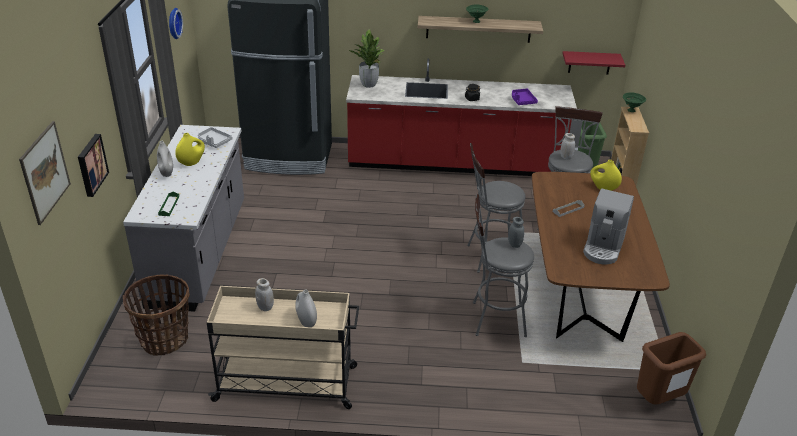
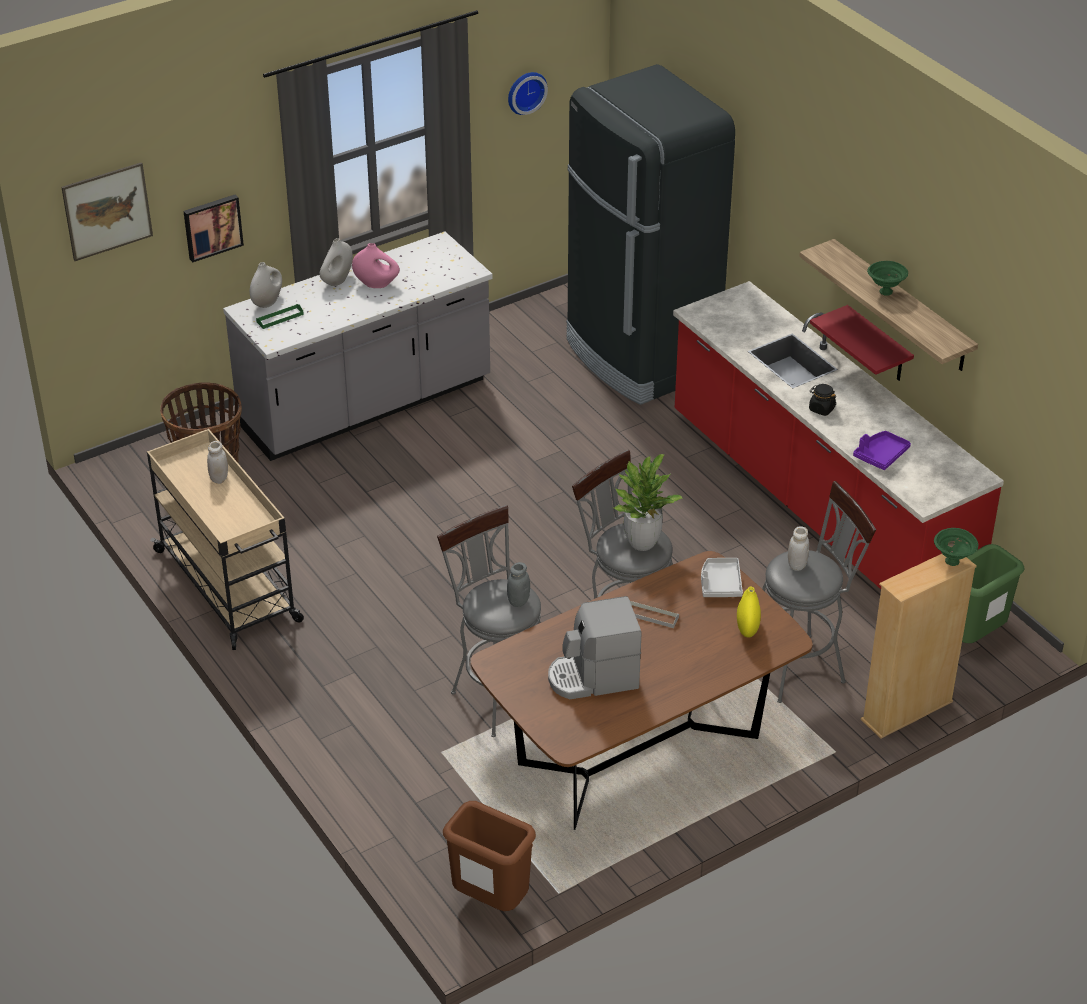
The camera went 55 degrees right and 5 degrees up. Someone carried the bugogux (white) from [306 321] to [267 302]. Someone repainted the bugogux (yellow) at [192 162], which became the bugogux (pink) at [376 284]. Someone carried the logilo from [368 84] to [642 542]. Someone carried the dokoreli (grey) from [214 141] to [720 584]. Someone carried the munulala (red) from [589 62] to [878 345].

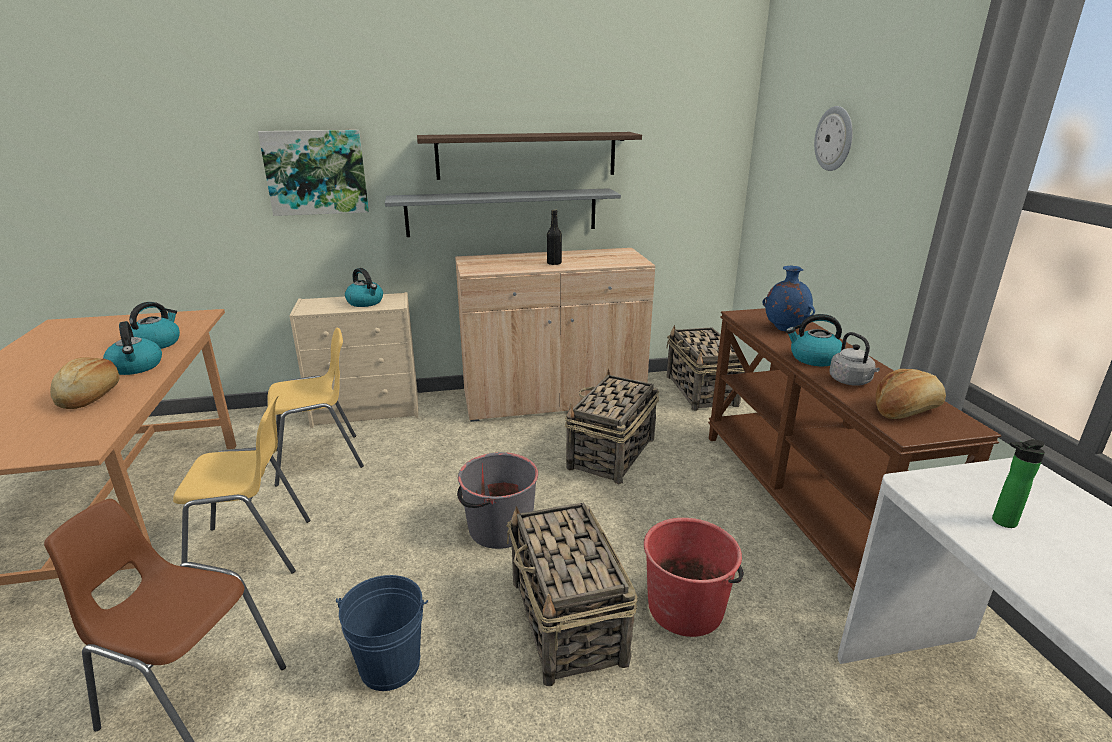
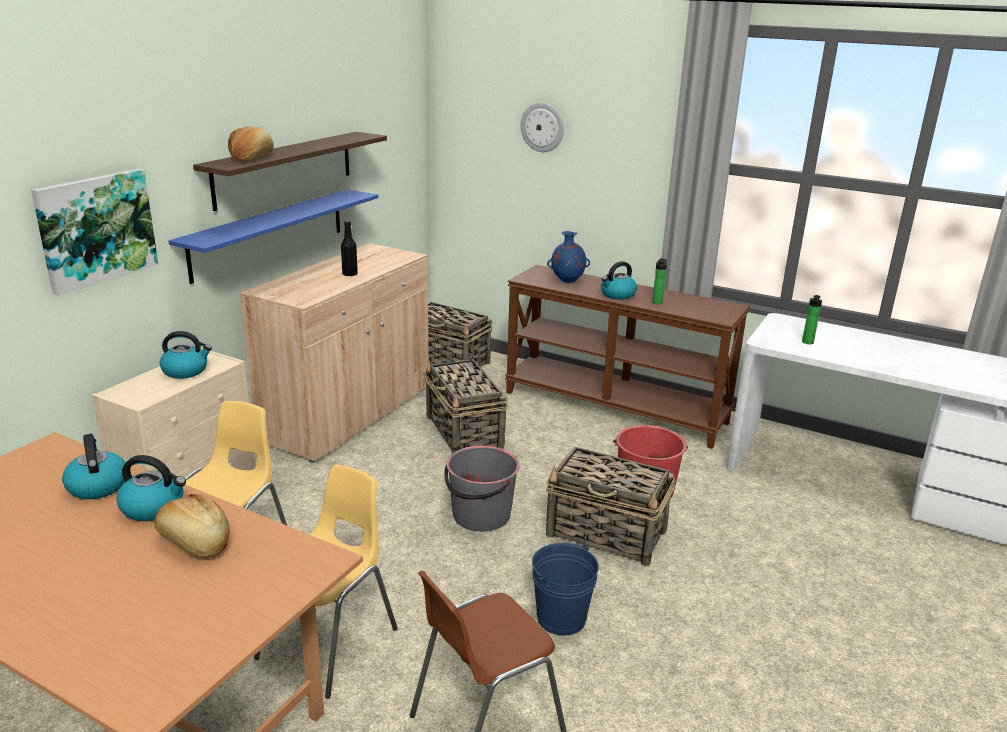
The camera went 50 degrees left and 0 degrees up. Someone repainted the munulala (grey) at [502 212], which became the munulala (blue) at [269 233]. Someone carried the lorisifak from [906 410] to [252 158]. Someone swapped the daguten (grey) at [851 382] for the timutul at [657 302].

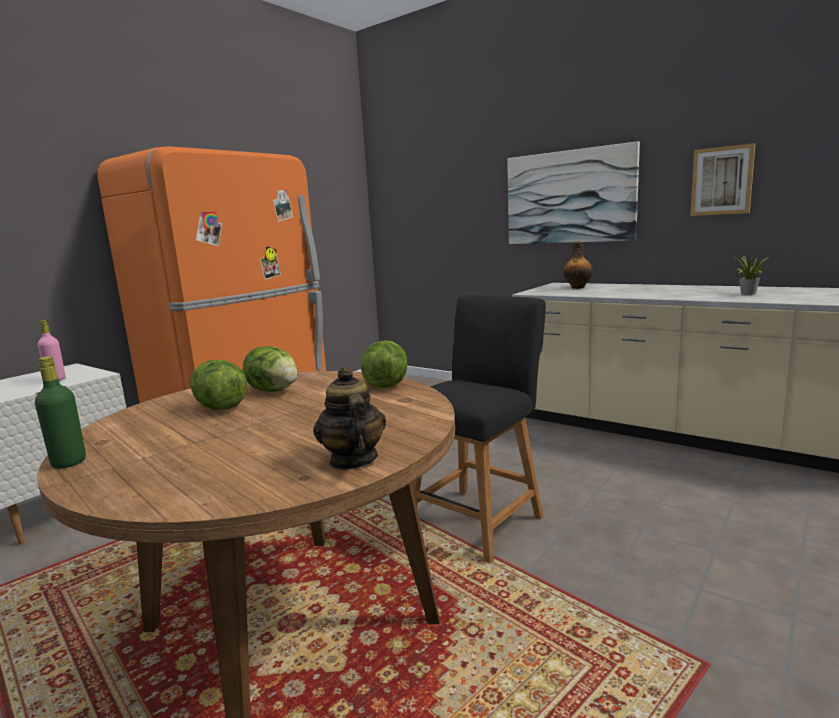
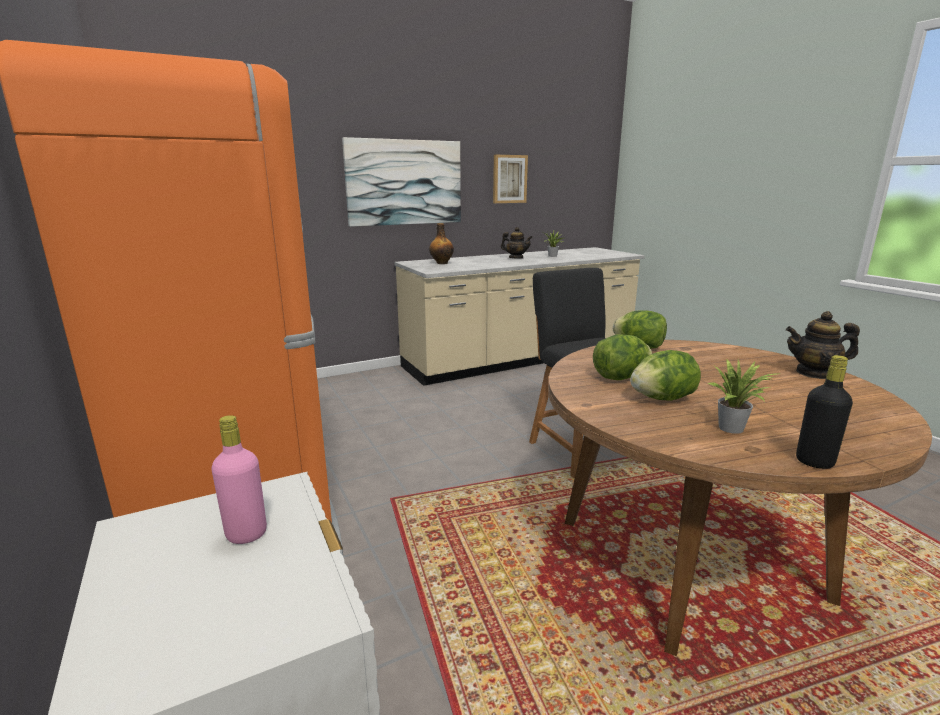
The camera went 65 degrees left and 5 degrees up. Someone put down the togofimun at [516 258]. Someone put down the logilo at [734 429]. Someone repainted the timutul (green) at [69 462], which became the timutul (black) at [814 462].

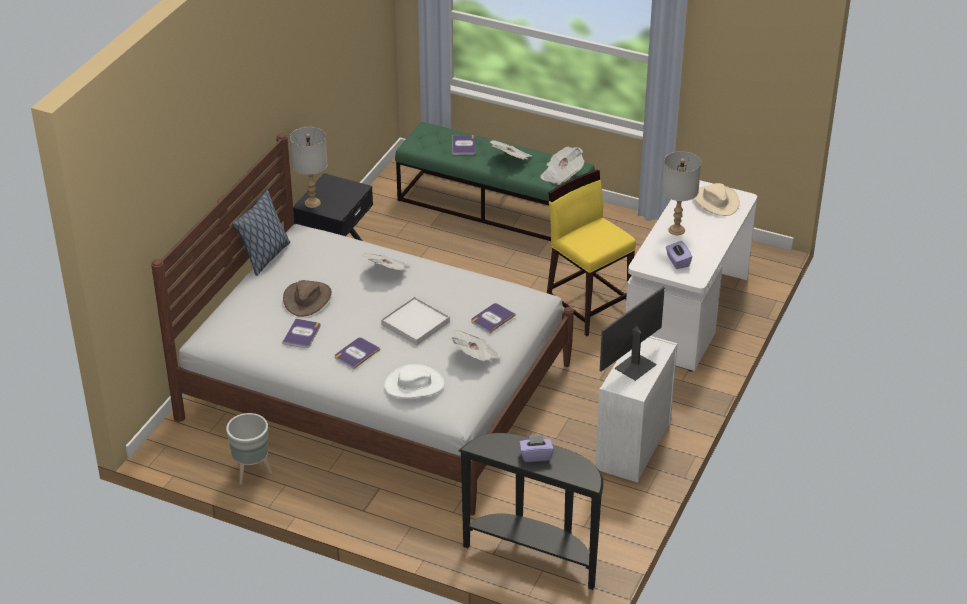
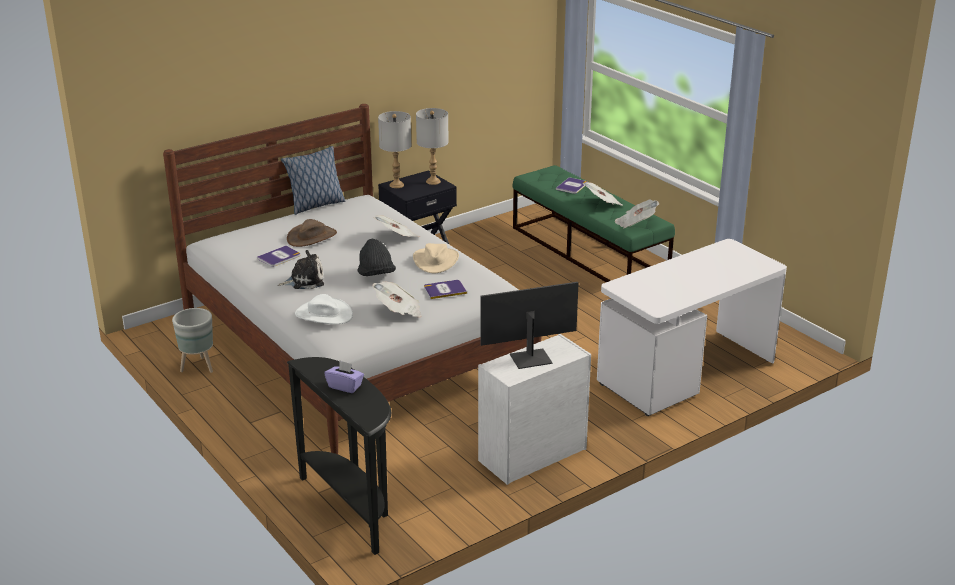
The camera went 30 degrees right and 10 degrees down. Someone swapped the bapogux at [356 353] for the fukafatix at [304 281]. Someone swapped the dokoreli (white) at [415 323] for the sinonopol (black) at [376 275]. Someone carried the sinonopol (beige) from [715 201] to [435 260]. Someone carried the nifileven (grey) from [676 230] to [433 181]. Someone took away the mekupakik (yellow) at [588 308]. Someone took away the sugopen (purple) at [677 261].

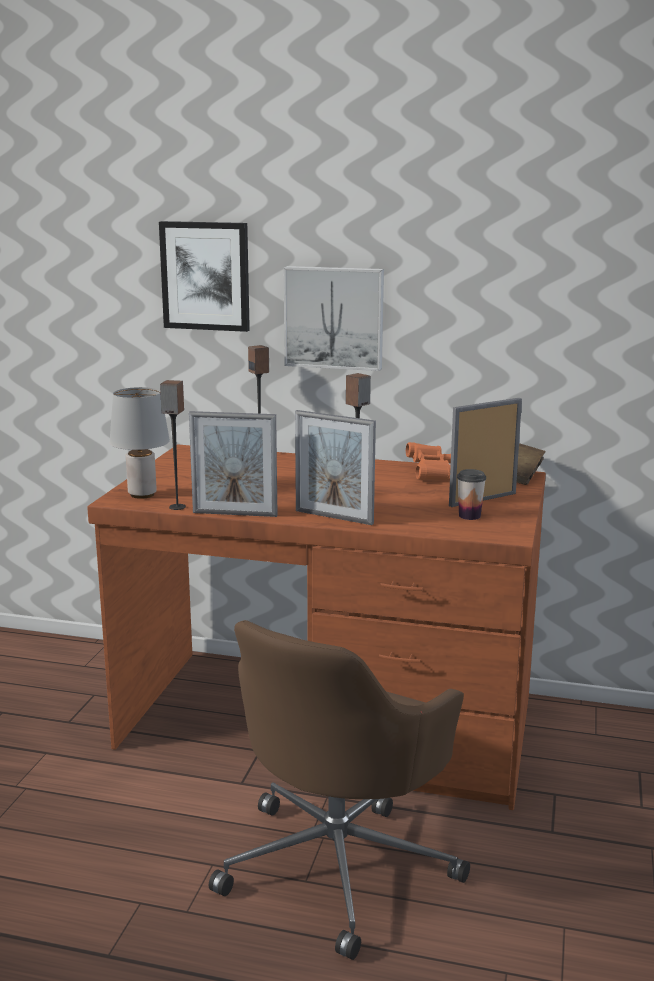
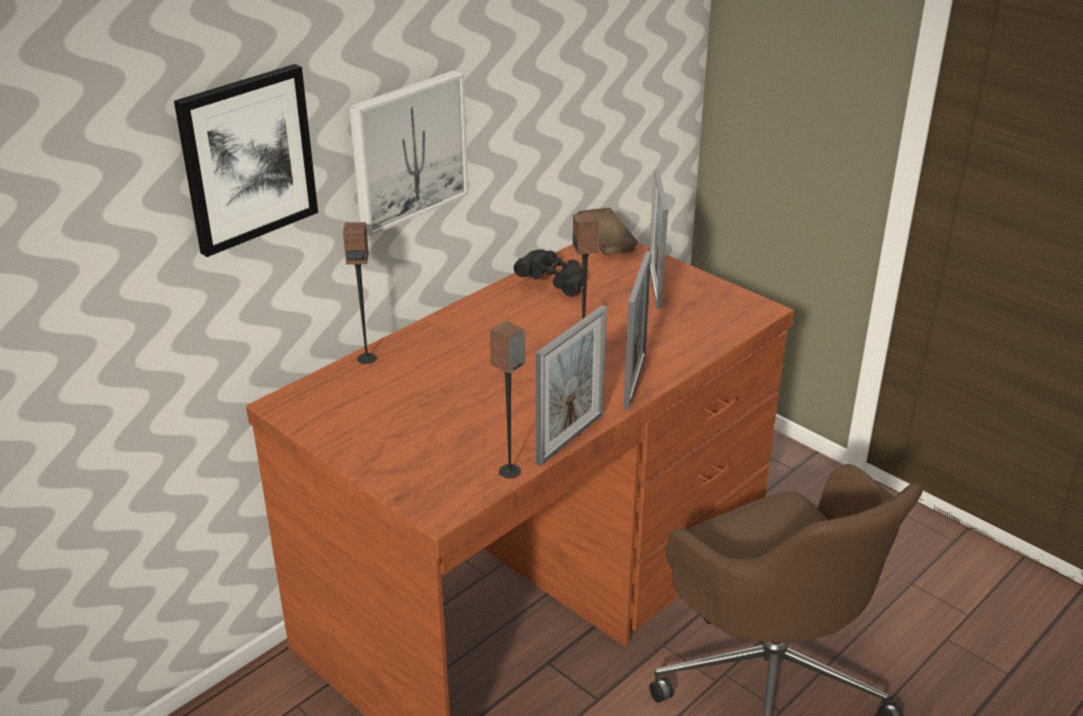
The camera went 60 degrees left and 15 degrees up. Someone repainted the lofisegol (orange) at [432 474], which became the lofisegol (black) at [553 283]. Someone rotated the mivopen at [334 517] by 45 degrees counterclockwise. Someone took away the nifileven (grey) at [141 494]. Someone took away the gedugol at [469 516].

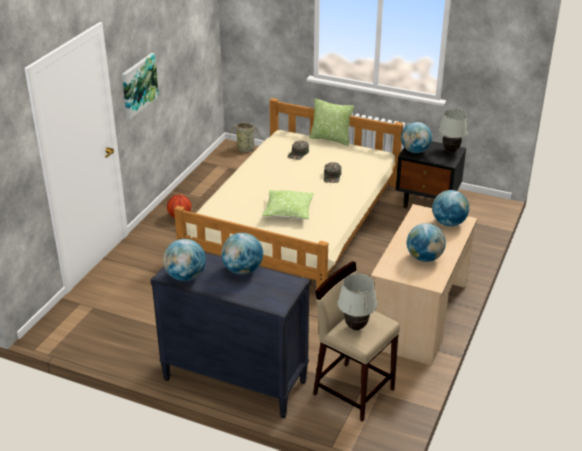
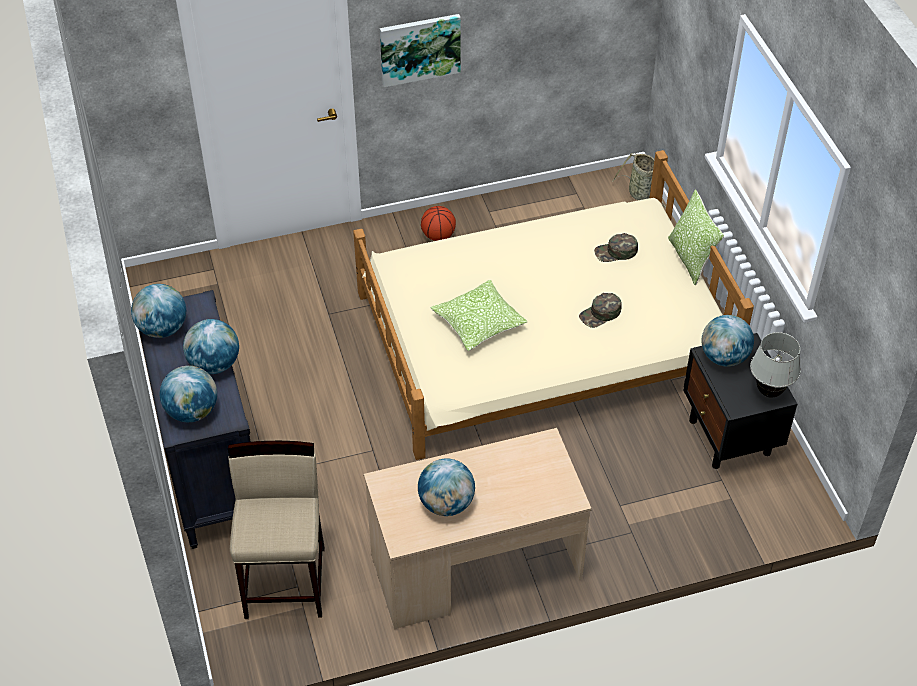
The camera went 50 degrees right and 15 degrees up. Someone carried the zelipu from [448 223] to [192 411]. Someone took away the nifileven (white) at [356 327].

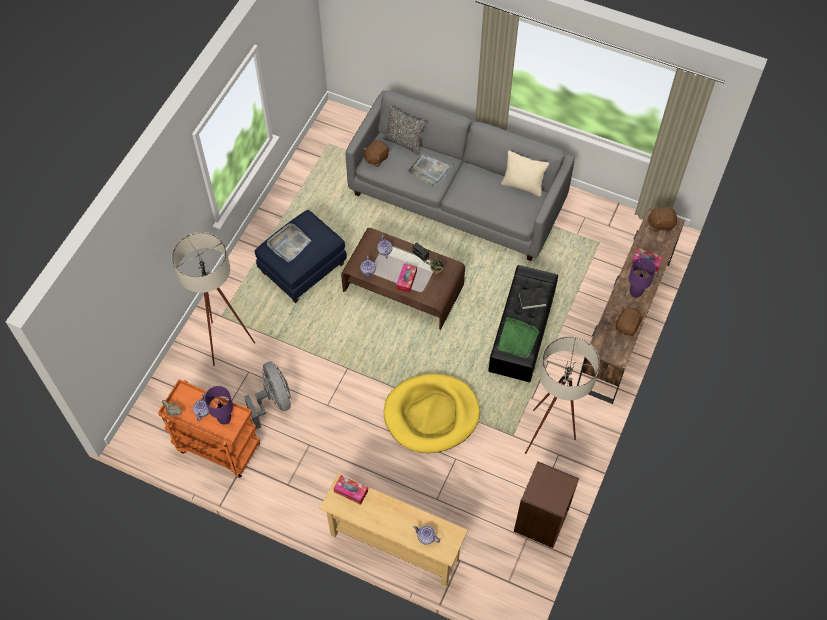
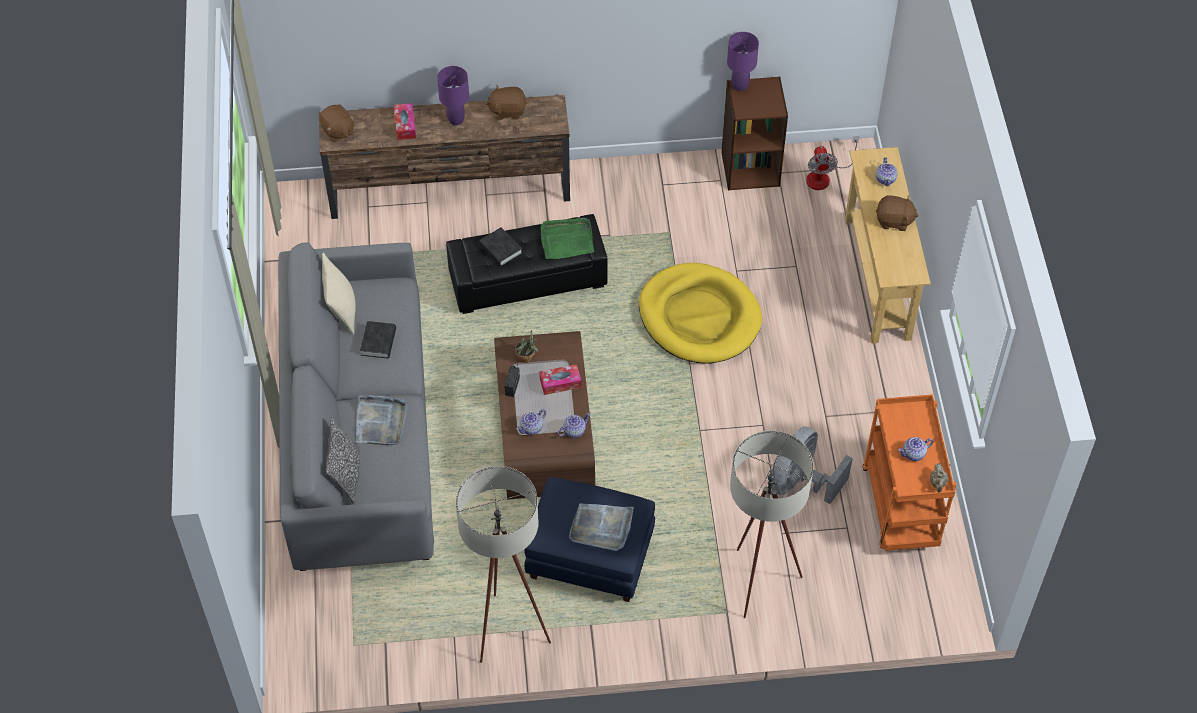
The camera went 120 degrees left and 5 degrees down. Someone put down the bapogux (black) at [378 342]. Someone carried the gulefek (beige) from [551 435] to [506 625]. Someone carried the nifileven (purple) from [225 419] to [739 85]. Someone put down the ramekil at [824 176]. Someone carried the fukafatix (brown) from [376 158] to [894 221]. Someone took away the sugopen at [351 491].

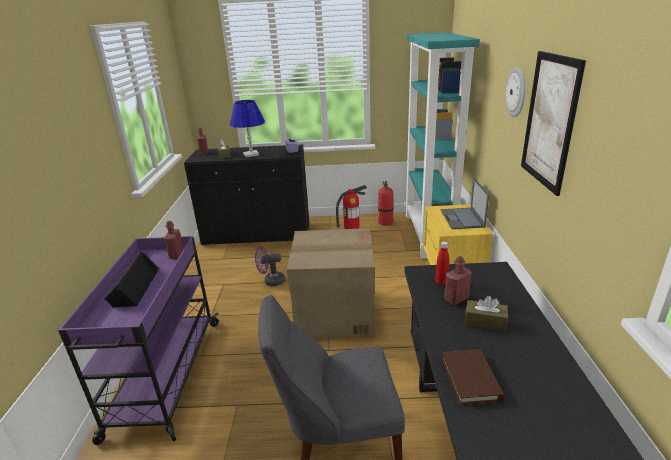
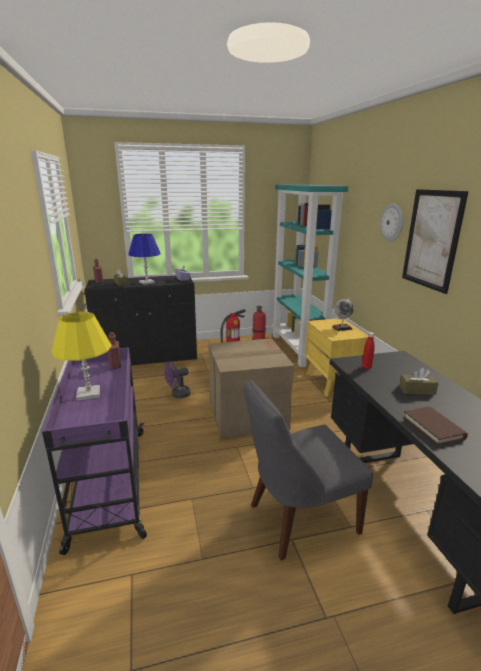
The camera went 15 degrees left and 5 degrees down. Someone swapped the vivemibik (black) at [134 287] for the nifileven (yellow) at [89 393]. Someone swapped the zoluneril at [462 219] for the zelipu at [342 328]. Someone took away the timutul (red) at [456 299].

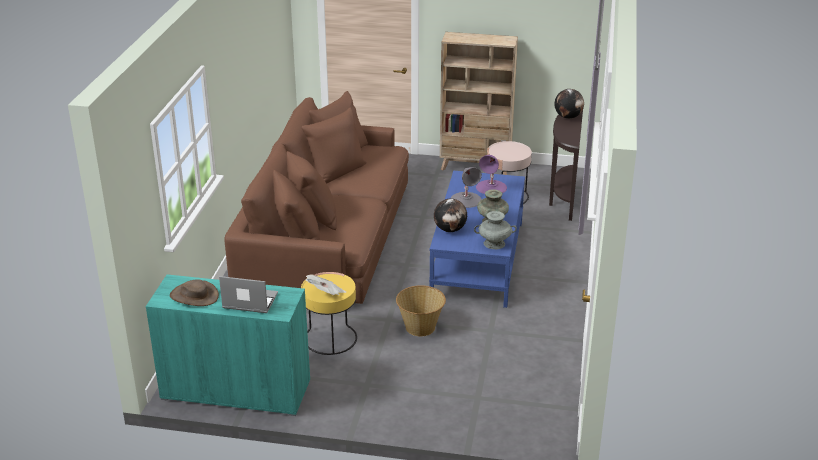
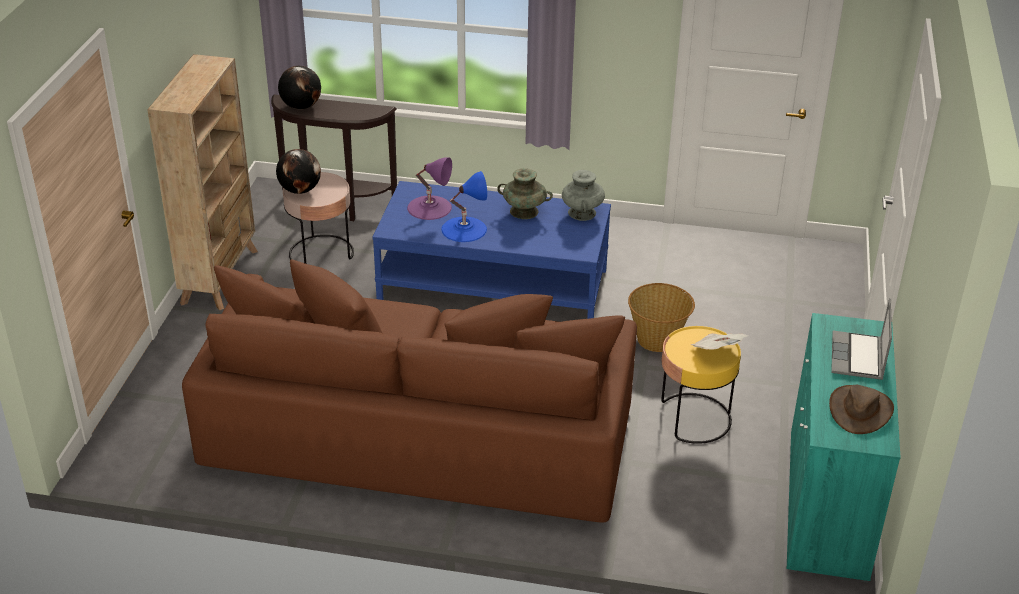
The camera went 90 degrees left and 5 degrees up. Someone carried the zelipu from [450 230] to [300 190]. Someone repainted the nifileven (grey) at [466 199], which became the nifileven (blue) at [464 229].

